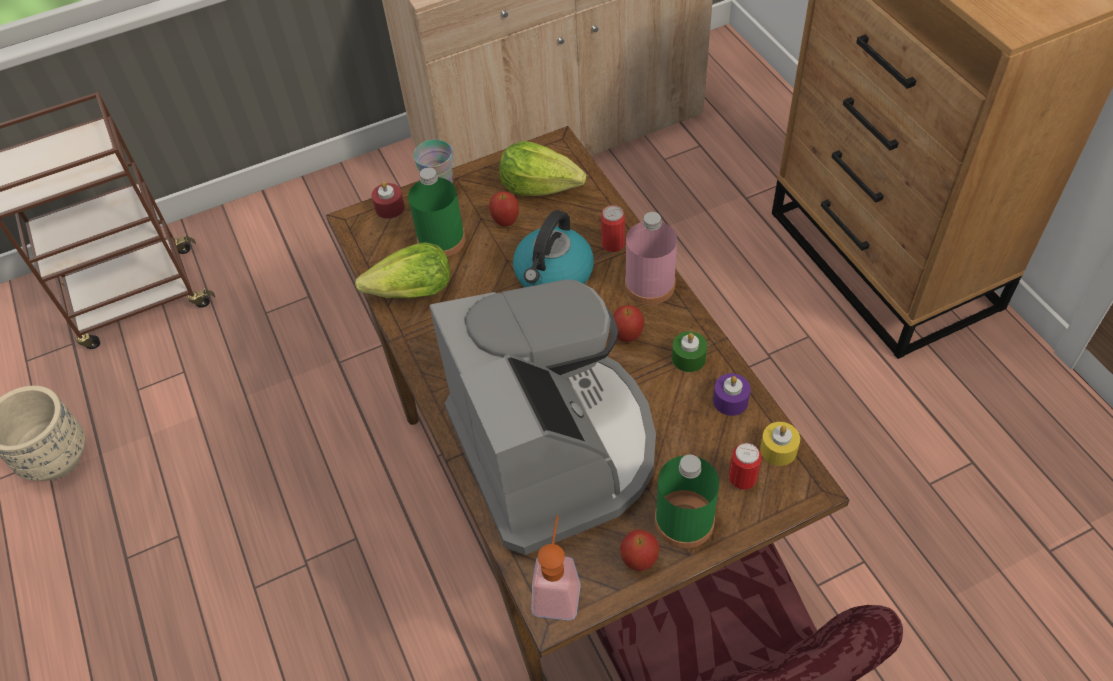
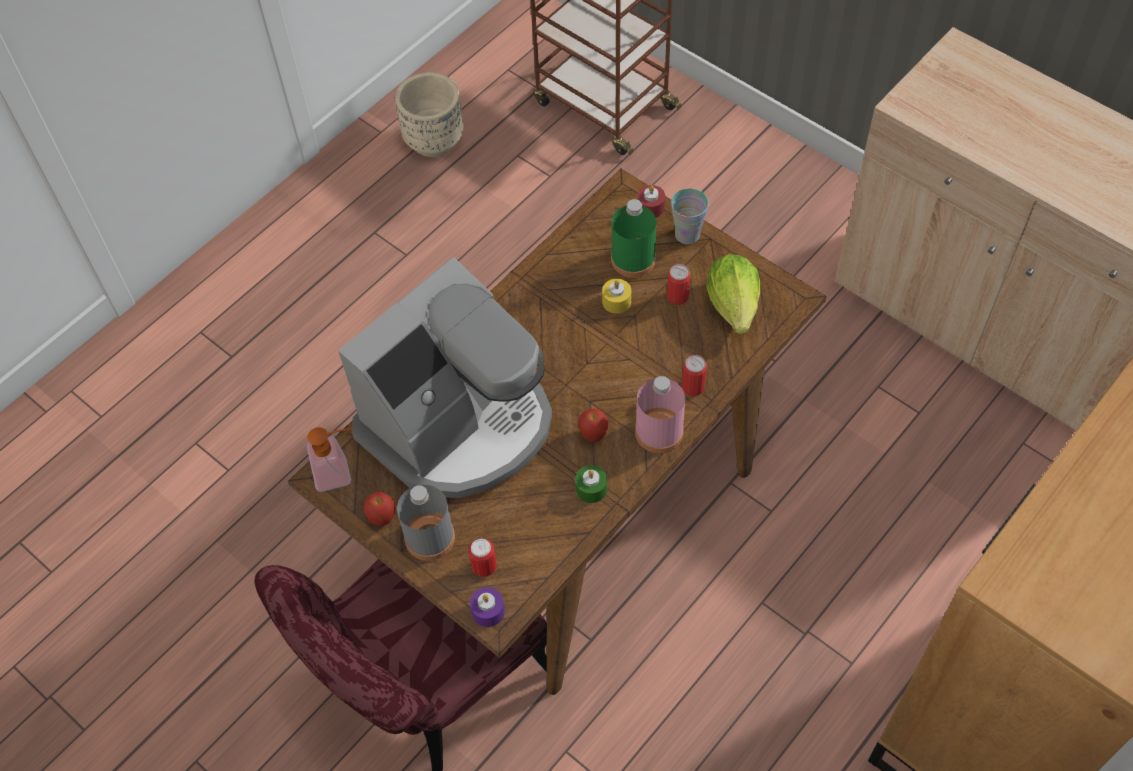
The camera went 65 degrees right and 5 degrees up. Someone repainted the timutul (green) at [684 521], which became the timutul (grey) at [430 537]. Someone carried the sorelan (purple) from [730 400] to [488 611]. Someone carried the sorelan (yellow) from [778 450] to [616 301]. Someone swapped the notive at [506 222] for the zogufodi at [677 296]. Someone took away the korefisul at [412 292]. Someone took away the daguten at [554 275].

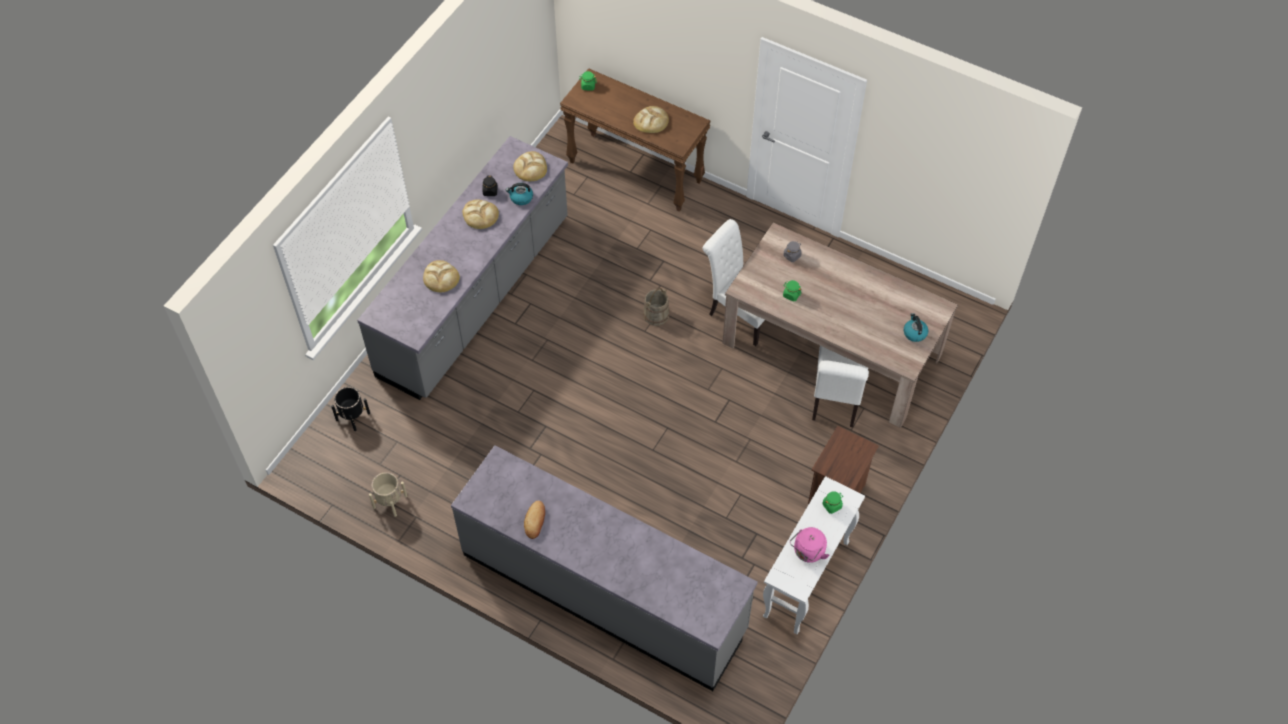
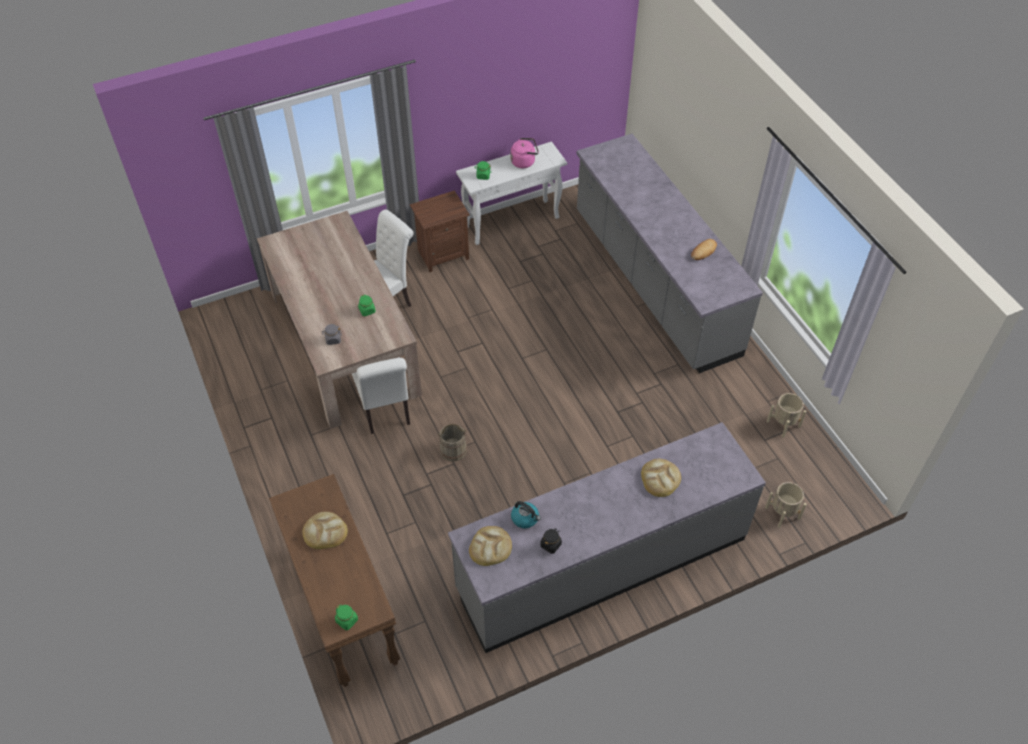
The camera went 145 degrees left and 5 degrees down. Someone repainted the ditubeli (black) at [353 416], which became the ditubeli (beige) at [782 512]. Someone took away the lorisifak at [480 215]. Someone took away the daguten at [914 333].

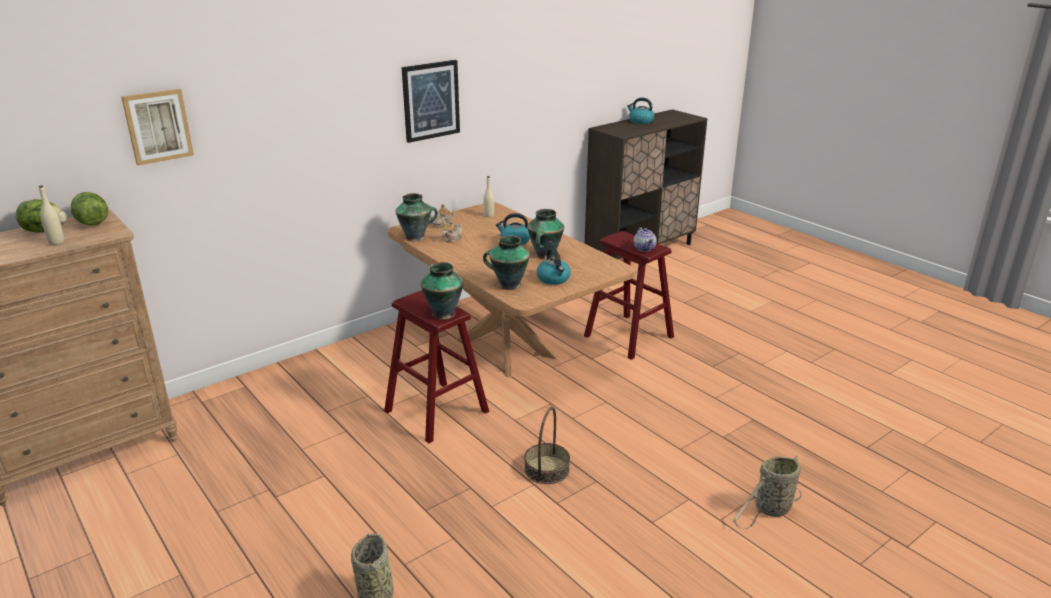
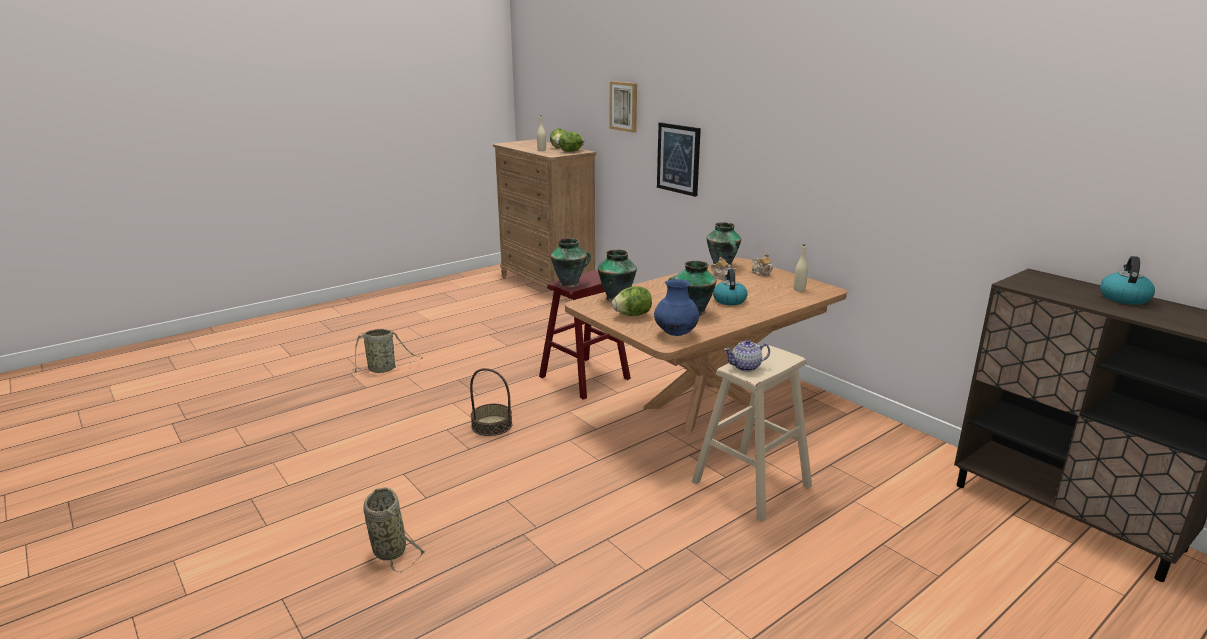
The camera went 90 degrees right and 5 degrees down. Someone swapped the daguten at [554 279] for the korefisul at [632 315]. Someone put down the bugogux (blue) at [676 334]. Someone carried the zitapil from [431 100] to [678 158]. Someone repainted the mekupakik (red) at [629 336], which became the mekupakik (beige) at [751 484].

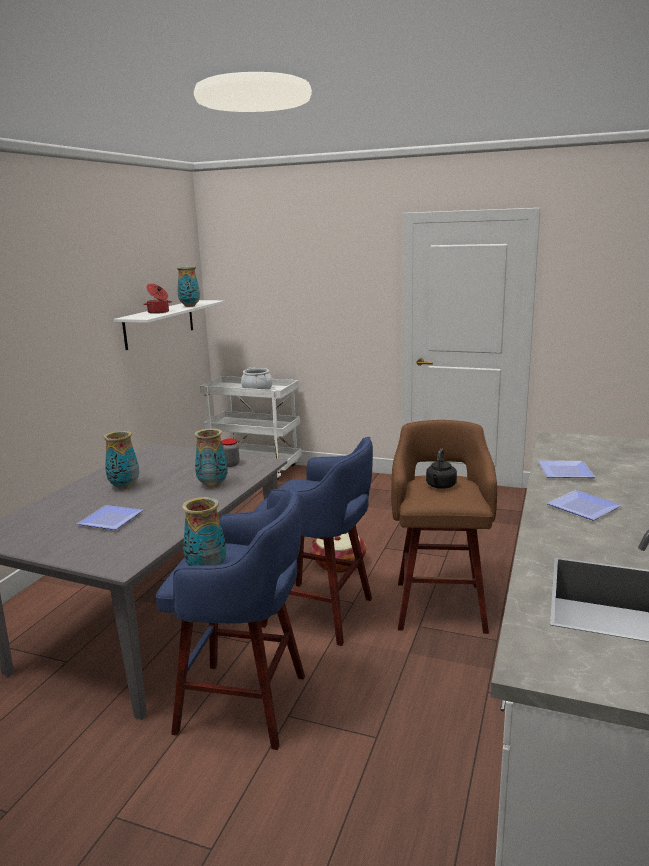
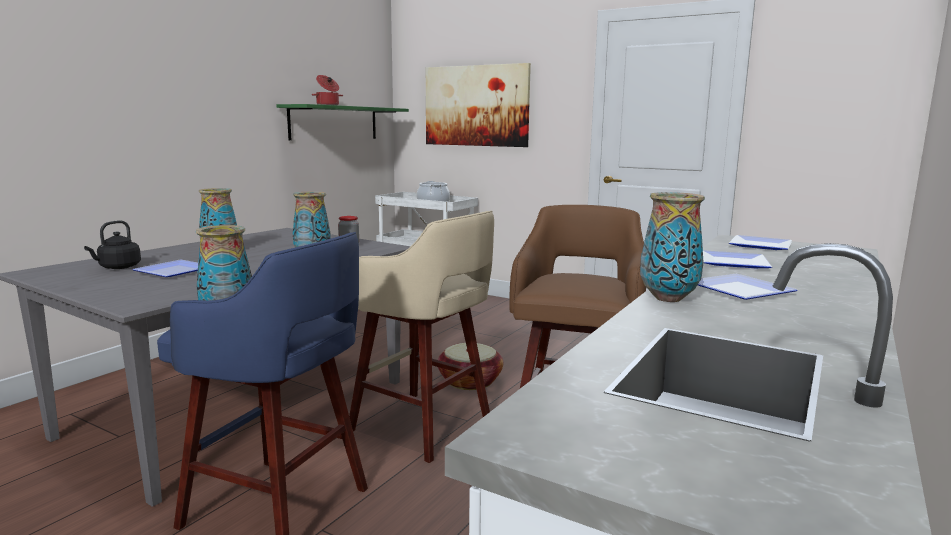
The camera went 10 degrees right and 5 degrees down. Someone carried the daguten (black) from [440 486] to [118 267]. Someone repainted the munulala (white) at [159 324], which became the munulala (green) at [334 123]. Someone repainted the mekupakik (blue) at [321 613], which became the mekupakik (beige) at [424 426]. Someone put up the zitapil at [476 106]. Someone carried the bugogux from [189 306] to [667 298]. Someone put down the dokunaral at [758 245].

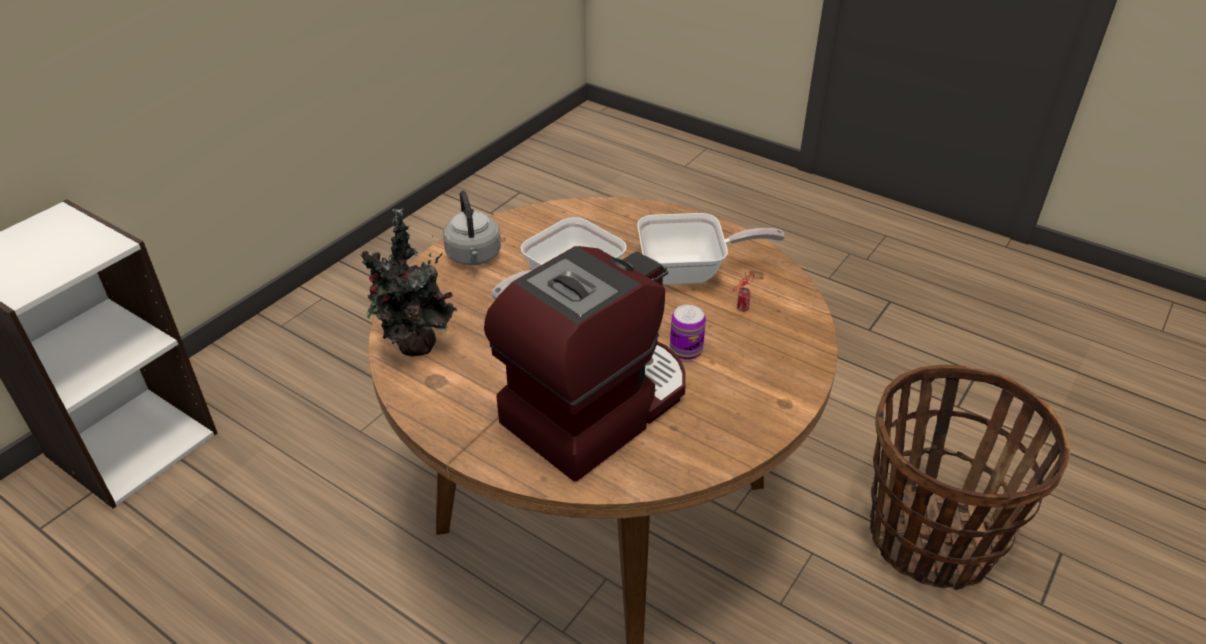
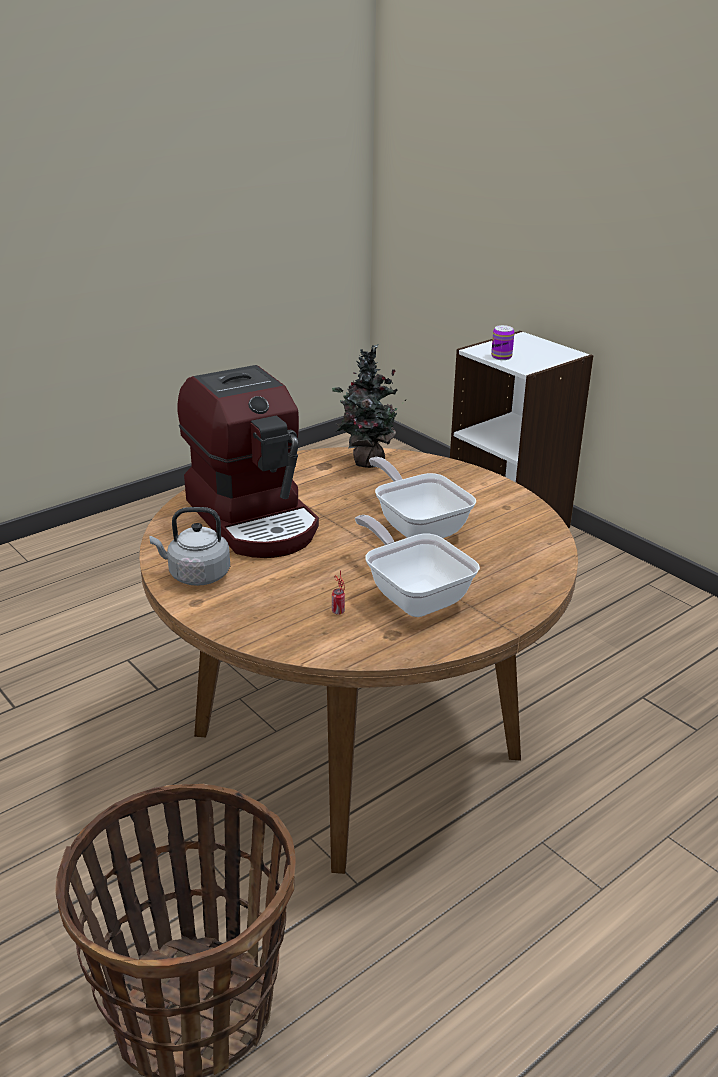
The camera went 105 degrees right and 10 degrees down. Someone carried the daguten (grey) from [474 257] to [196 575]. Someone rotated the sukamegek at [690 272] by 135 degrees clockwise. Someone carried the zogufodi from [686 350] to [501 357].

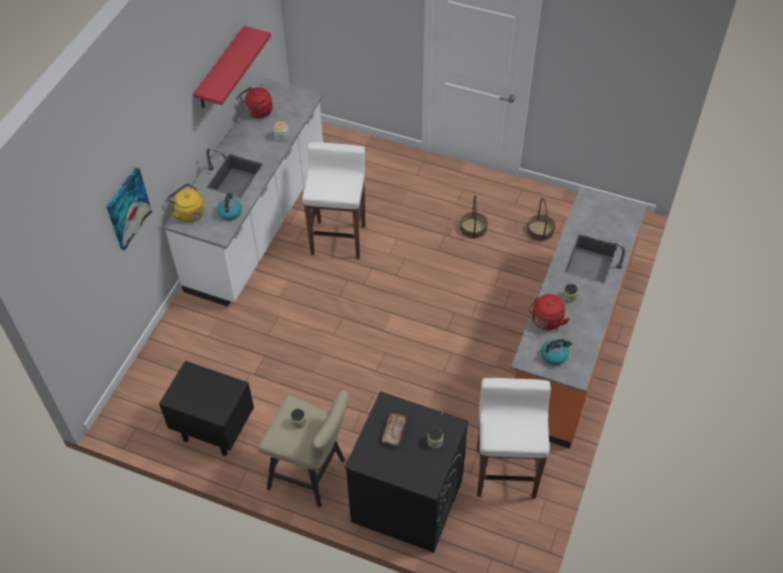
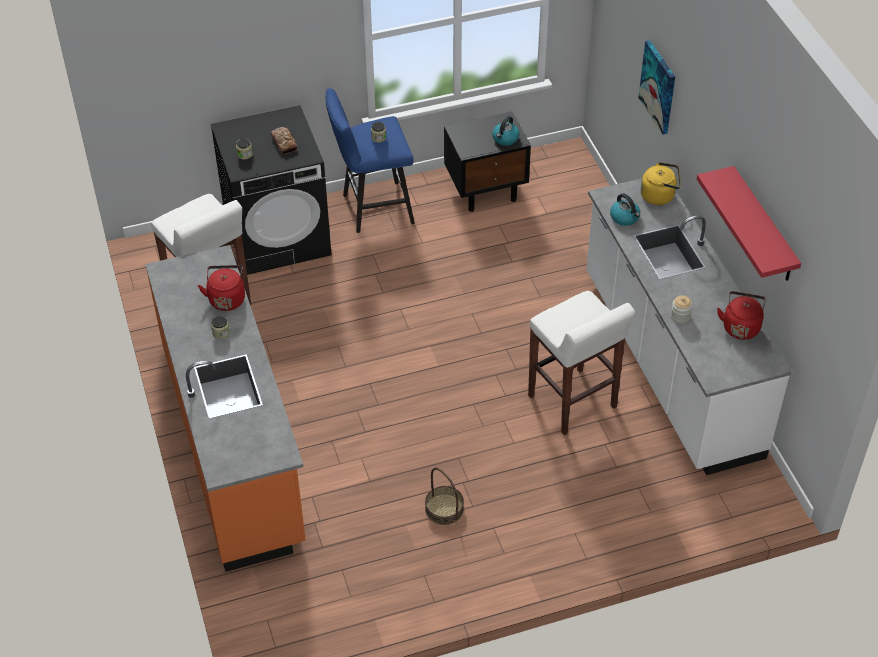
The camera went 140 degrees right and 5 degrees down. Someone repainted the mekupakik (beige) at [312 475], which became the mekupakik (blue) at [372 209]. Someone carried the daguten from [554 355] to [505 139]. Someone took away the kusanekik at [540 231].

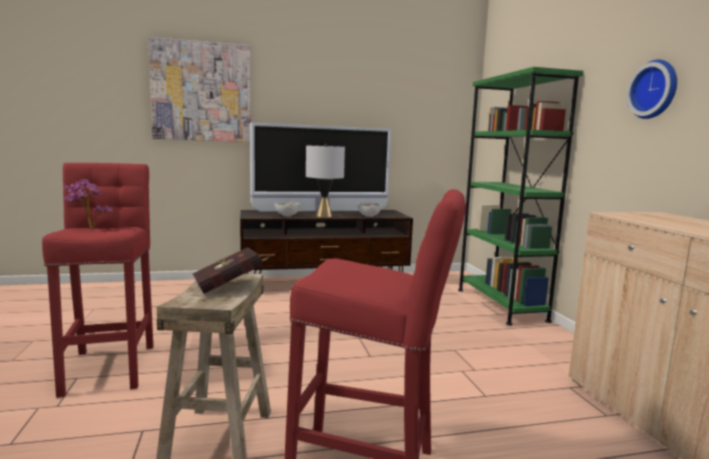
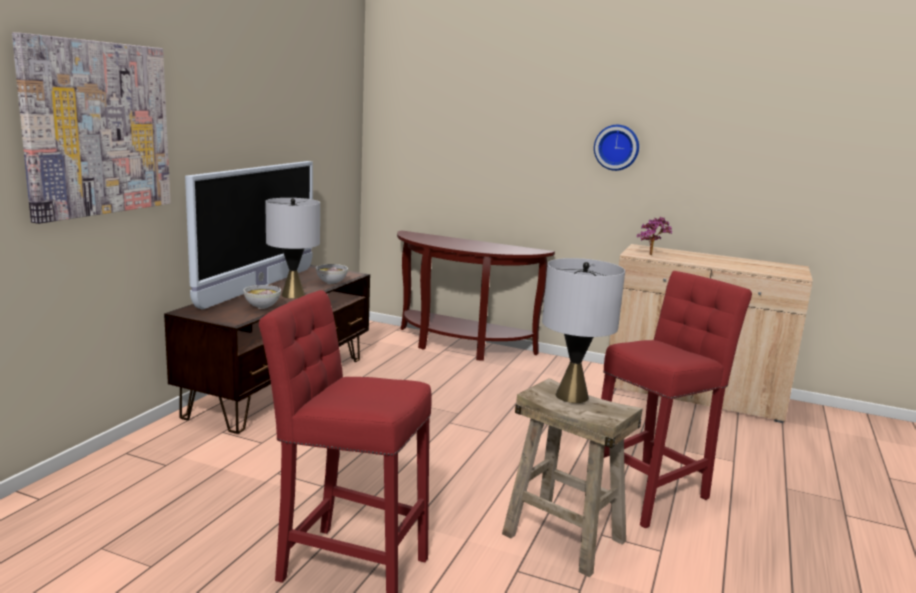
The camera went 55 degrees left and 5 degrees up. Someone swapped the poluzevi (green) at [500 304] for the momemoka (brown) at [460 346]. Someone swapped the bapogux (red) at [231 286] for the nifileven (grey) at [571 396]. Someone carried the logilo from [88 230] to [652 255].

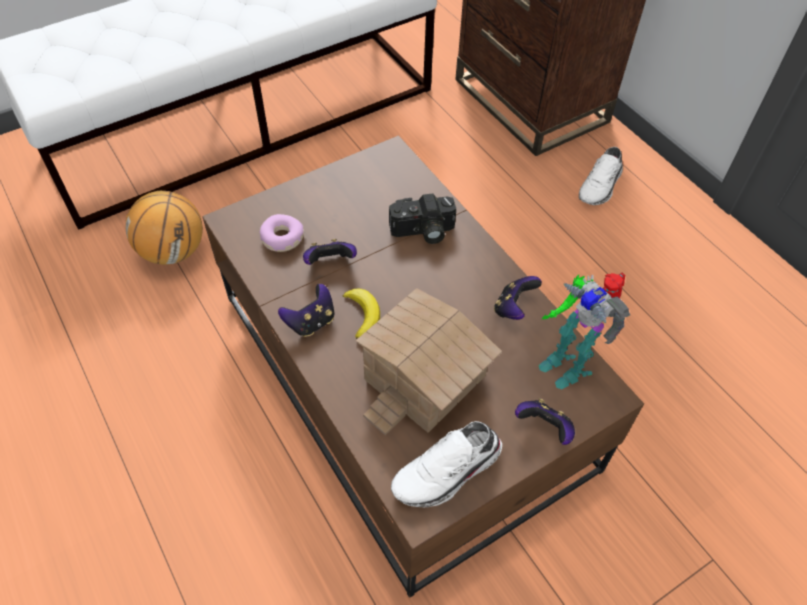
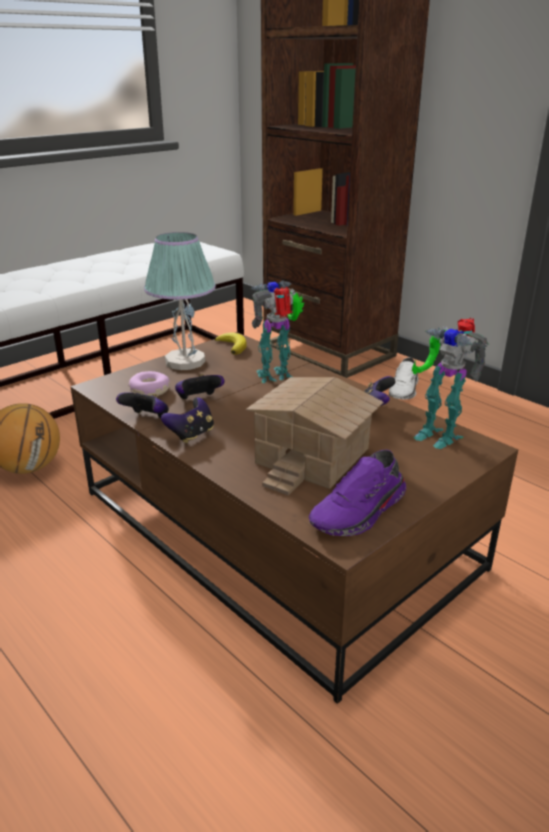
The camera went 10 degrees left and 25 degrees down. Someone carried the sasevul from [544 428] to [147 418]. Someone put down the nifileven at [184 361]. Someone carried the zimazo from [363 315] to [232 346]. Someone swapped the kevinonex at [423 232] for the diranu at [277 376]. Someone repainted the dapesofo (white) at [448 473], which became the dapesofo (purple) at [360 512].

